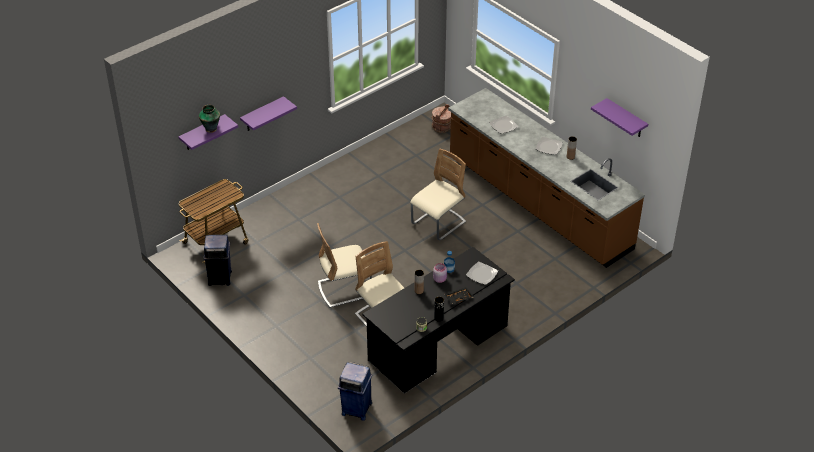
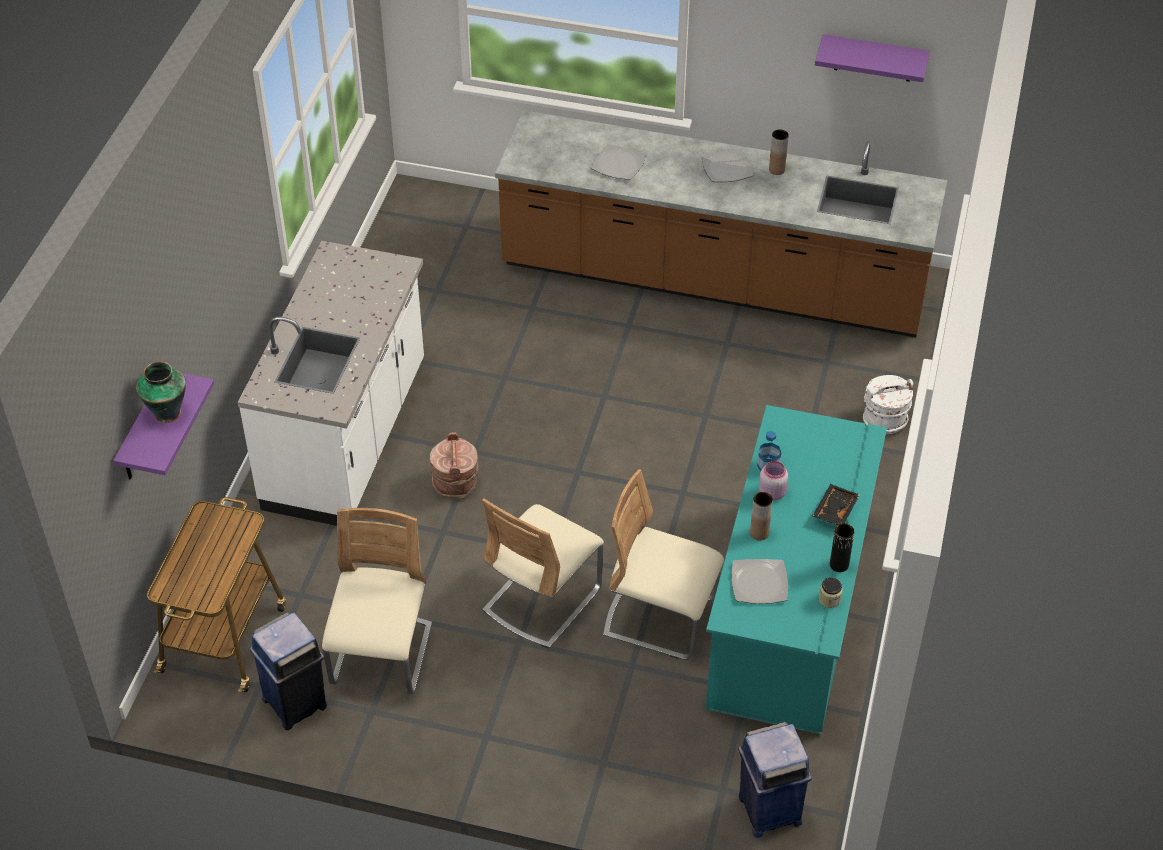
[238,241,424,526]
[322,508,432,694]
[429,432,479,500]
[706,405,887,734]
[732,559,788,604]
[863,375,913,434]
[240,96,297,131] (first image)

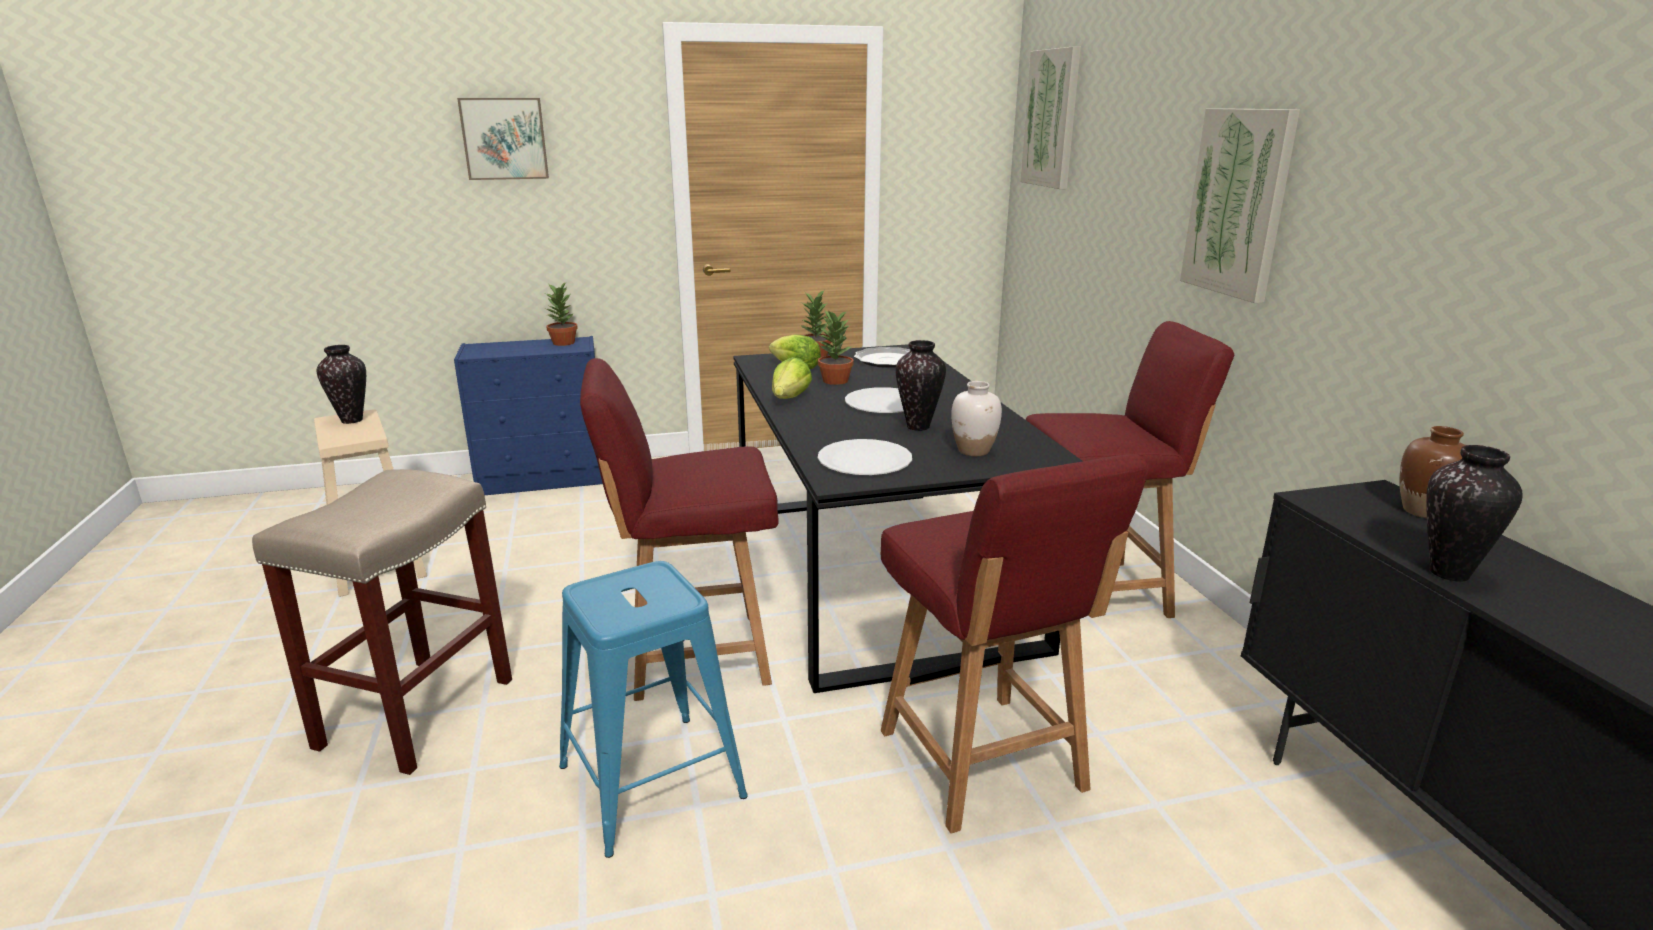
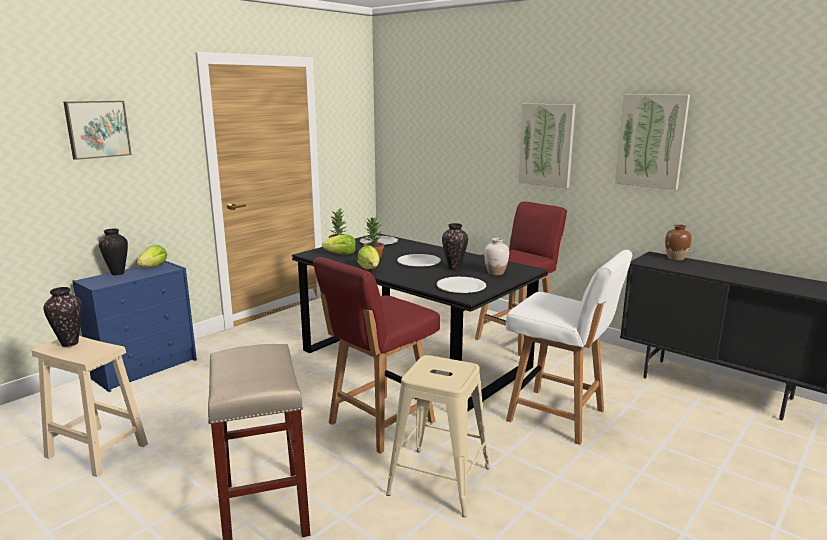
[99,229,128,275]
[137,245,167,267]
[386,355,490,517]
[506,250,632,445]
[615,94,690,190]

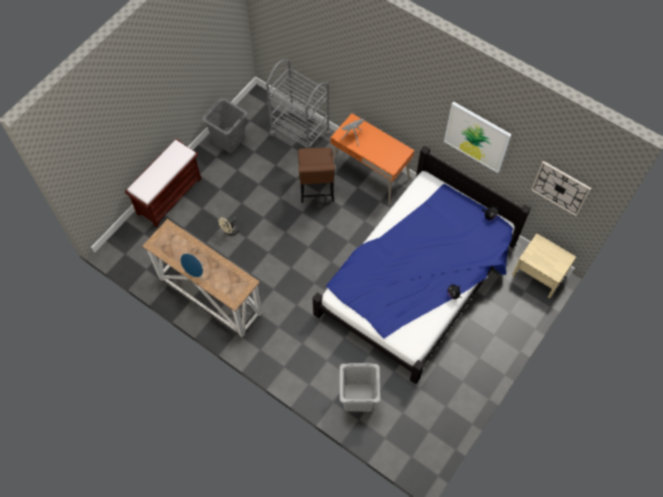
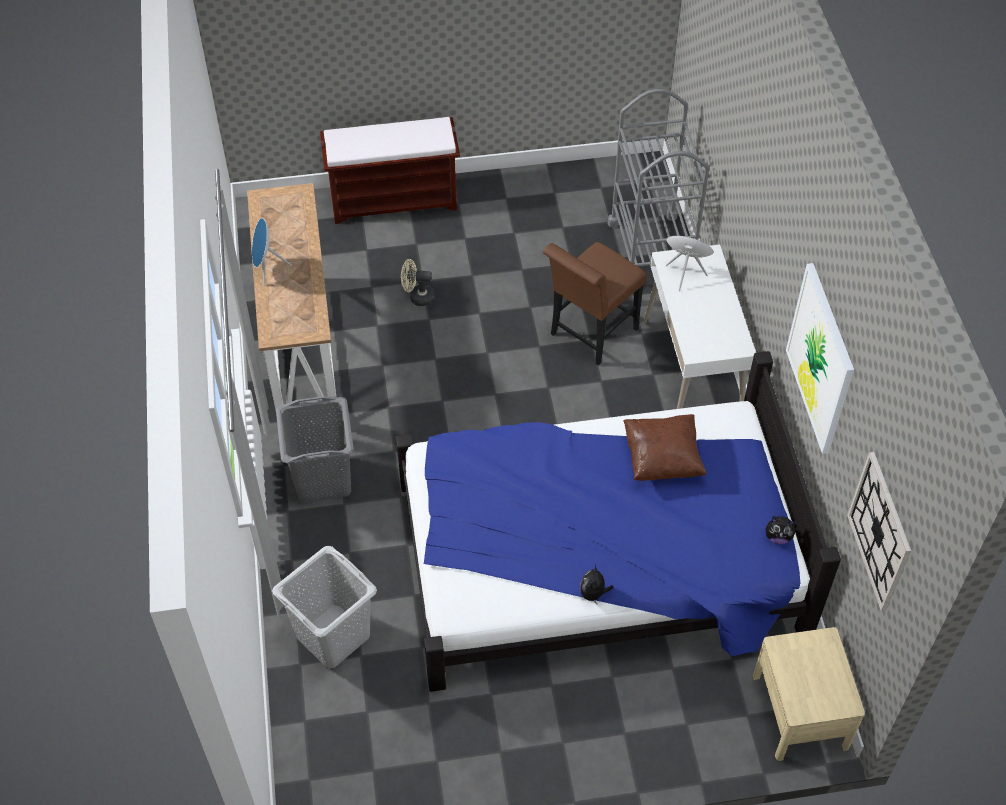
[276,396,354,503]
[623,414,706,481]
[643,244,756,409]

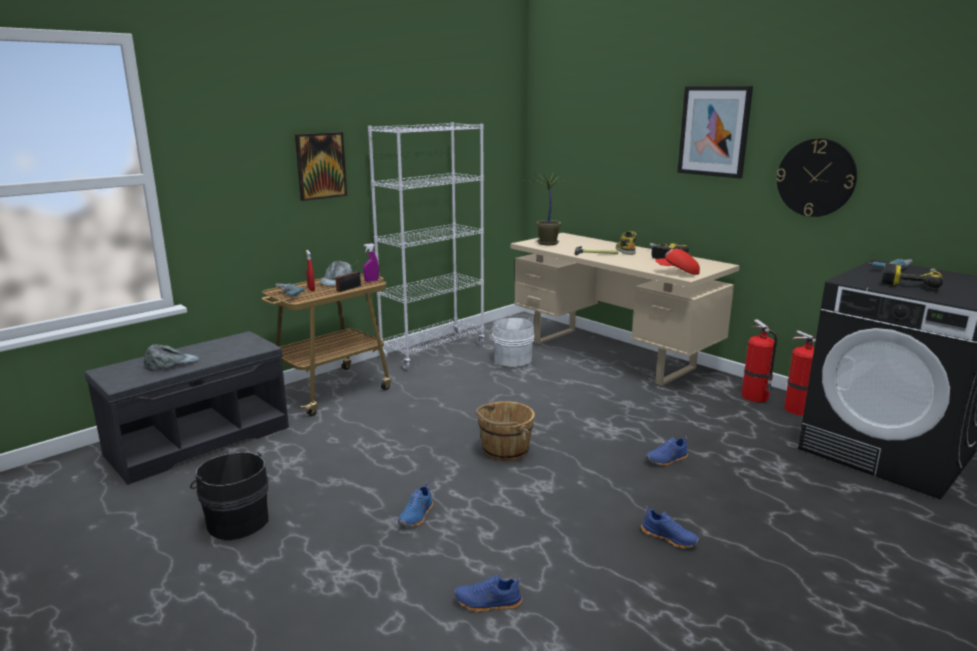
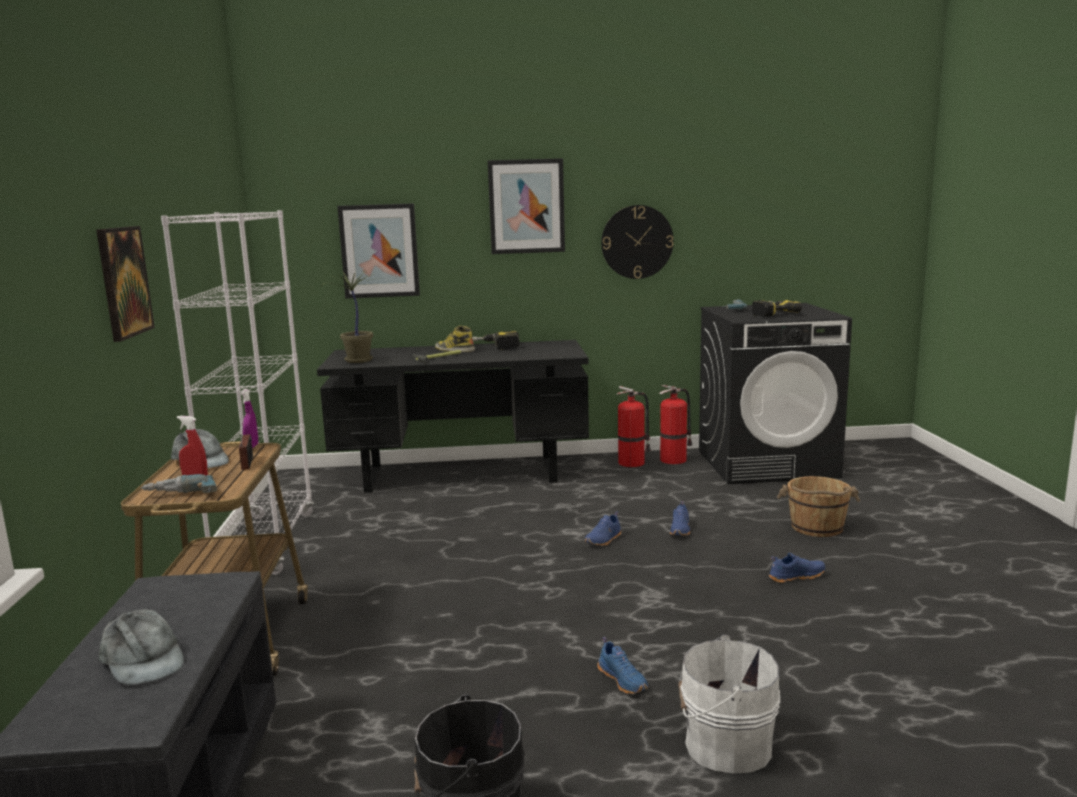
[99,609,184,685]
[317,340,589,493]
[337,203,420,298]
[585,511,621,546]
[678,635,780,774]
[777,476,860,537]
[655,249,700,275] (first image)

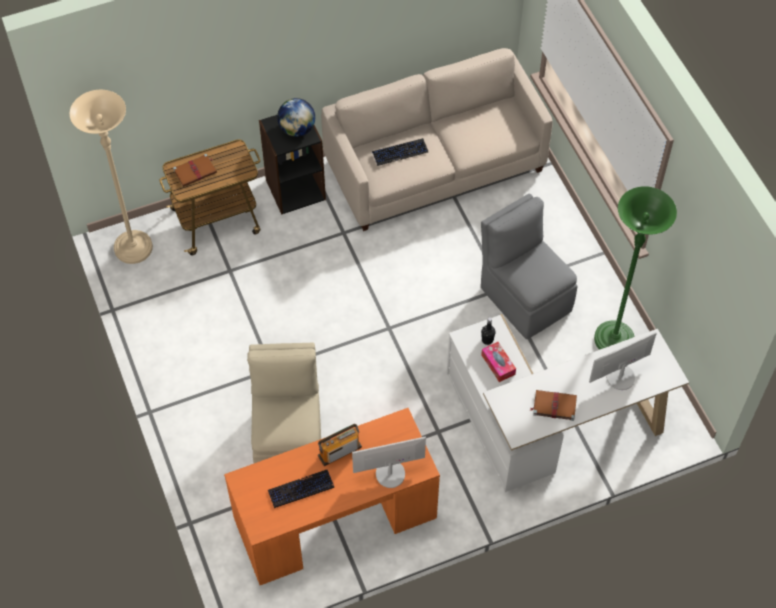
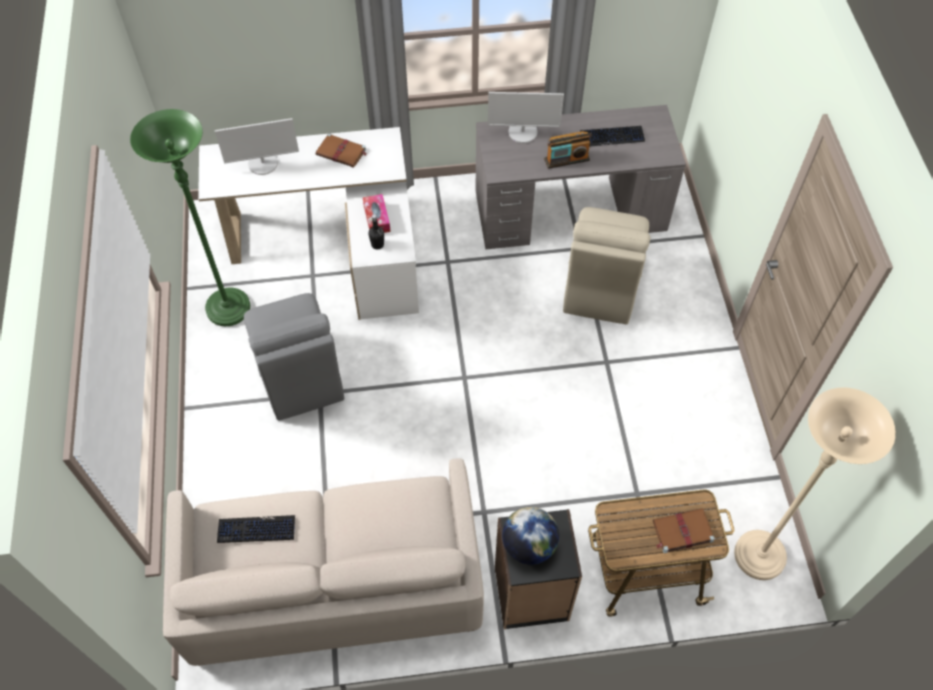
[217,515,295,543]
[475,105,686,249]

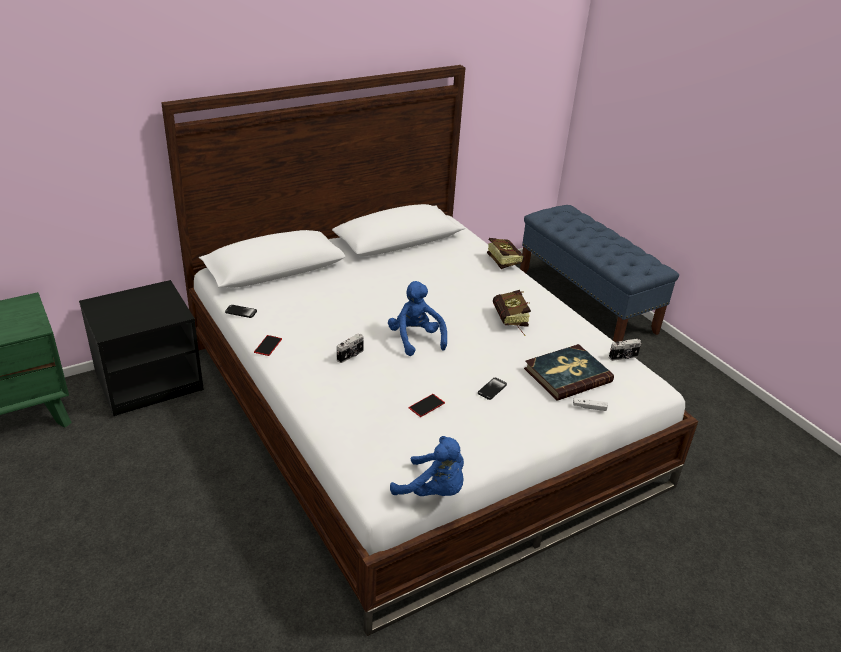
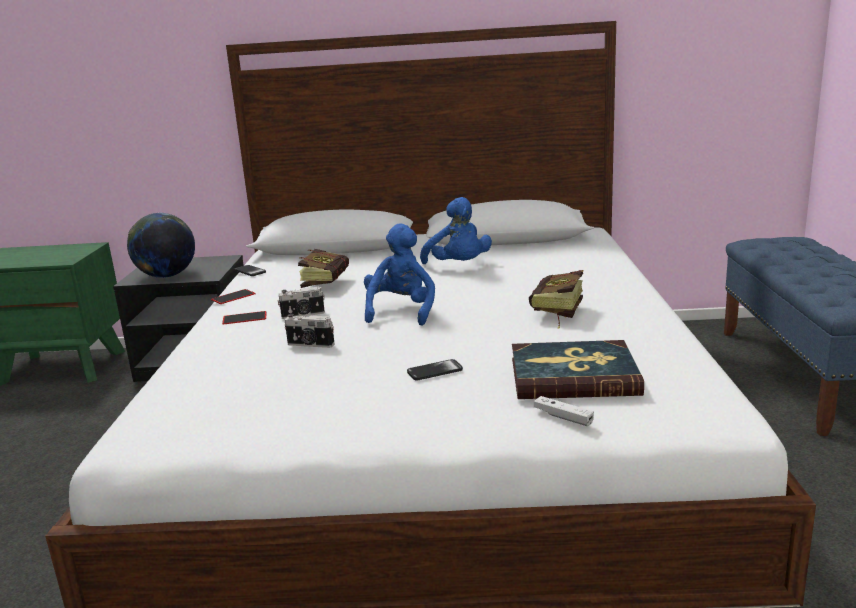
[127,212,195,278]
[222,311,266,325]
[285,314,335,348]
[298,249,349,288]
[420,197,492,264]

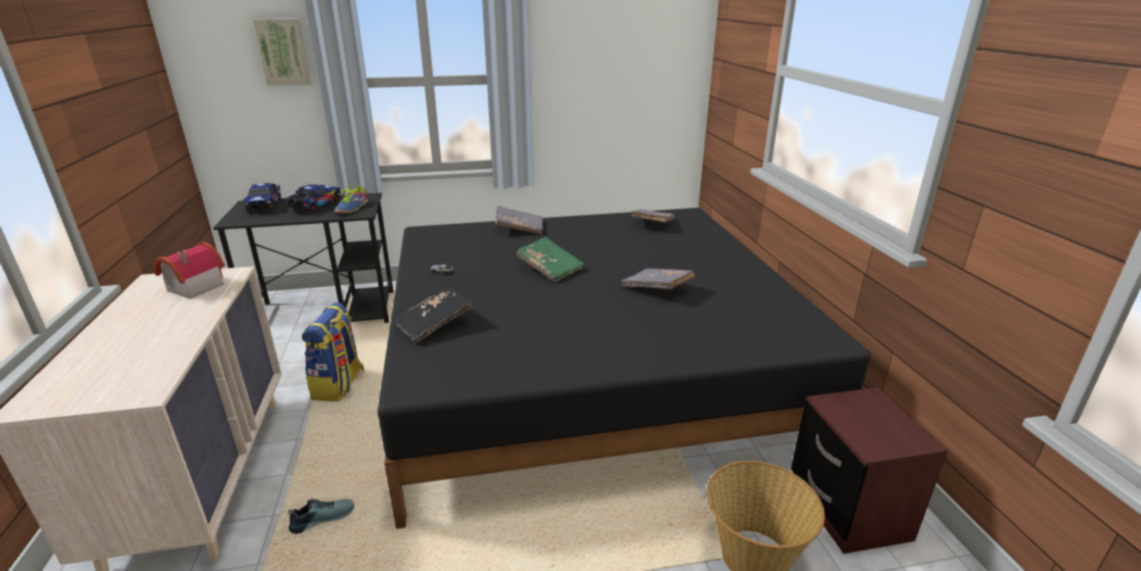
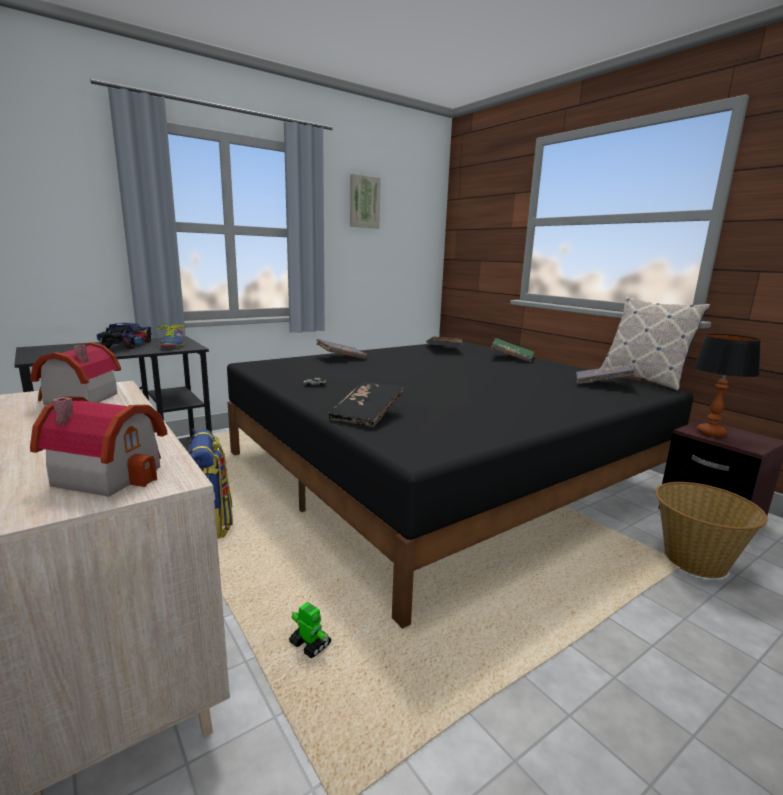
[30,397,168,497]
[289,602,331,659]
[350,174,381,228]
[491,338,534,362]
[576,364,635,384]
[601,297,710,391]
[694,334,761,437]
[243,183,281,213] (first image)

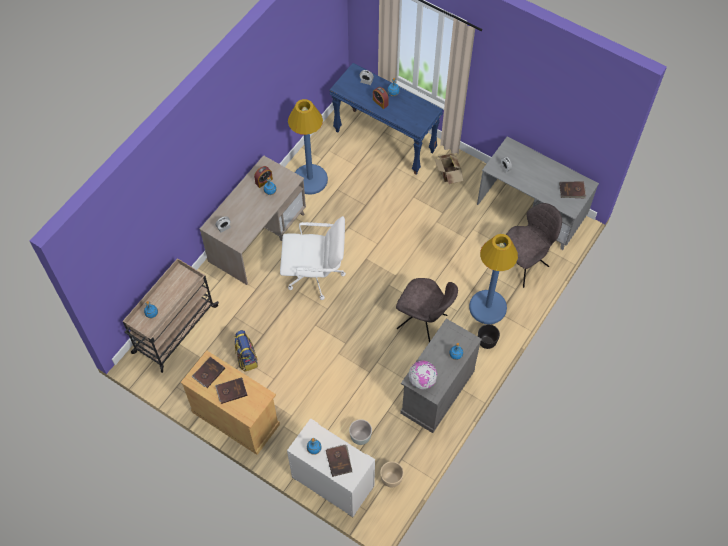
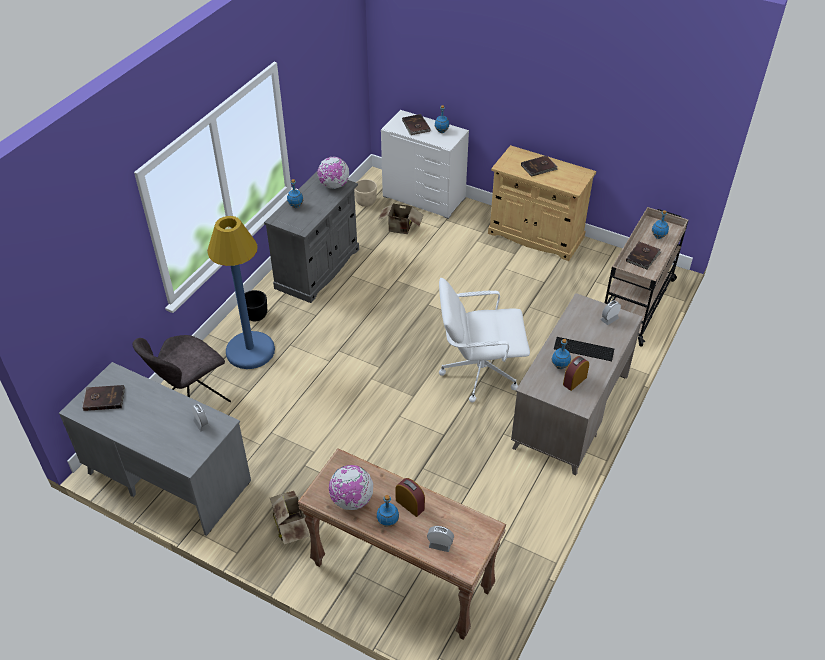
[298,448,506,640]
[329,465,373,510]
[378,203,423,234]
[554,337,614,361]
[626,241,661,270]
[235,330,258,371] (first image)
[288,99,328,195] (first image)
[396,278,458,342] (first image)

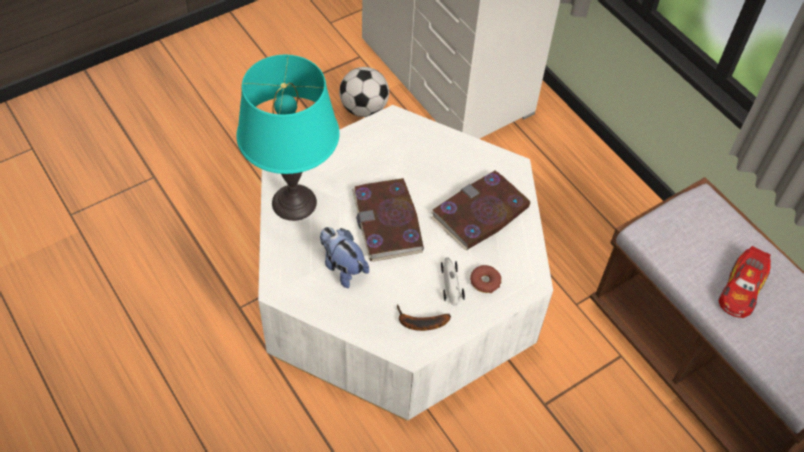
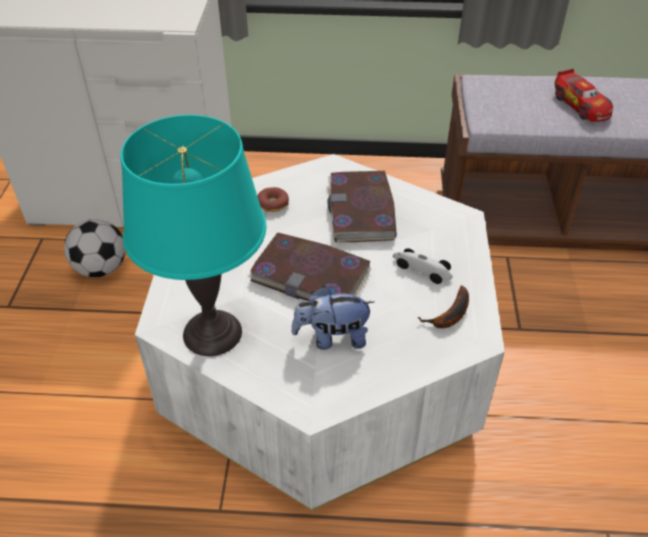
[257,187,289,212]

